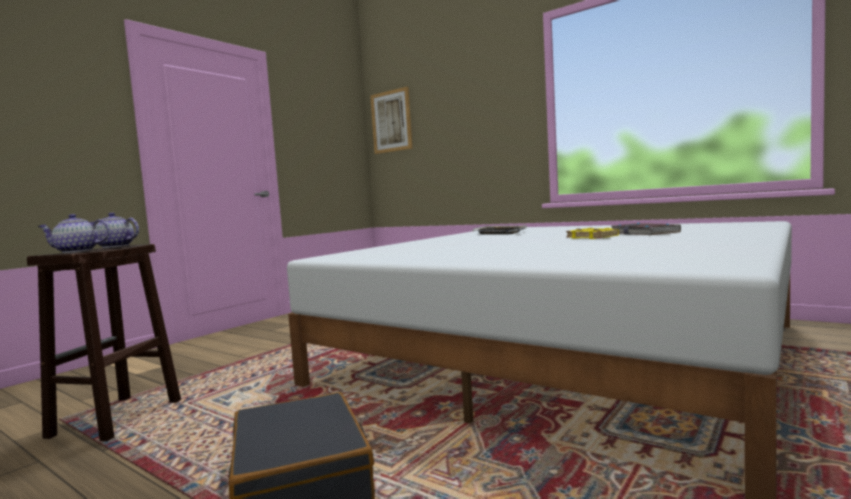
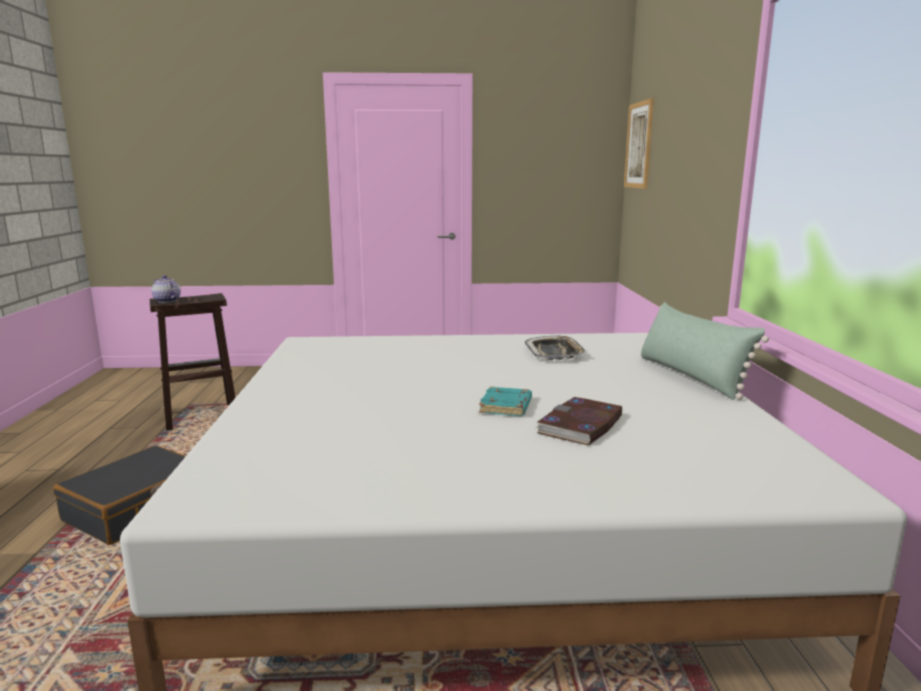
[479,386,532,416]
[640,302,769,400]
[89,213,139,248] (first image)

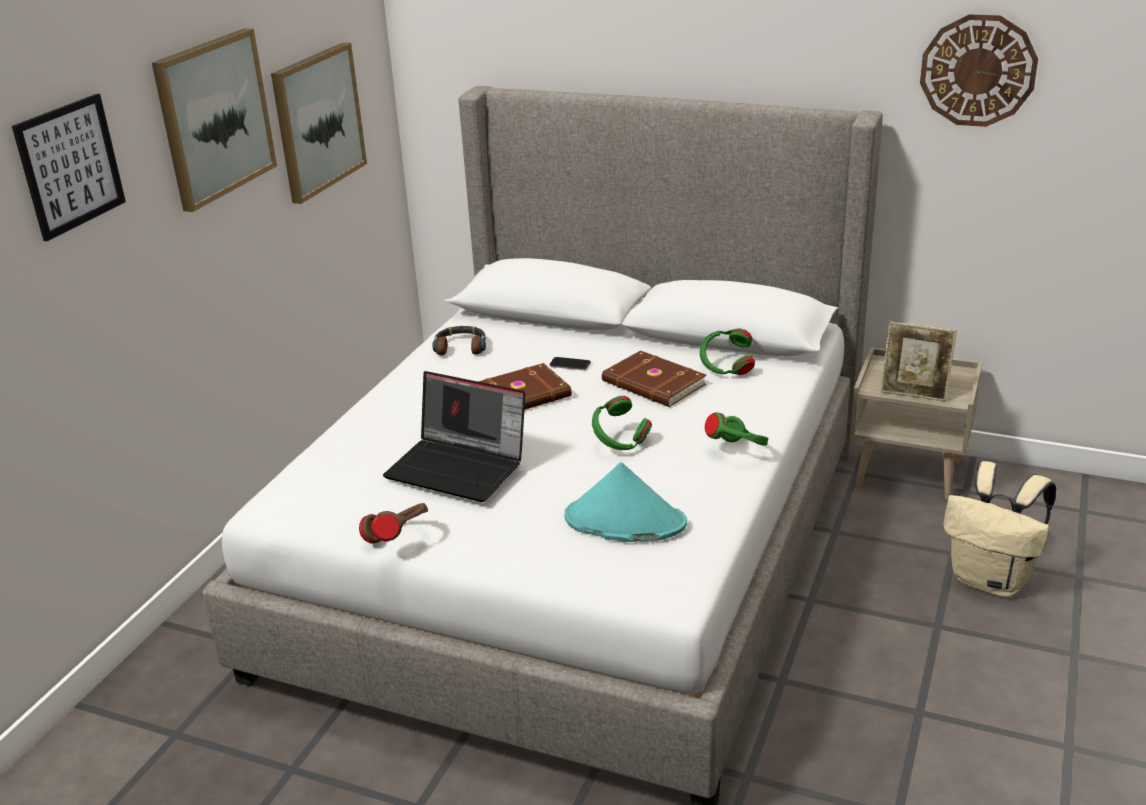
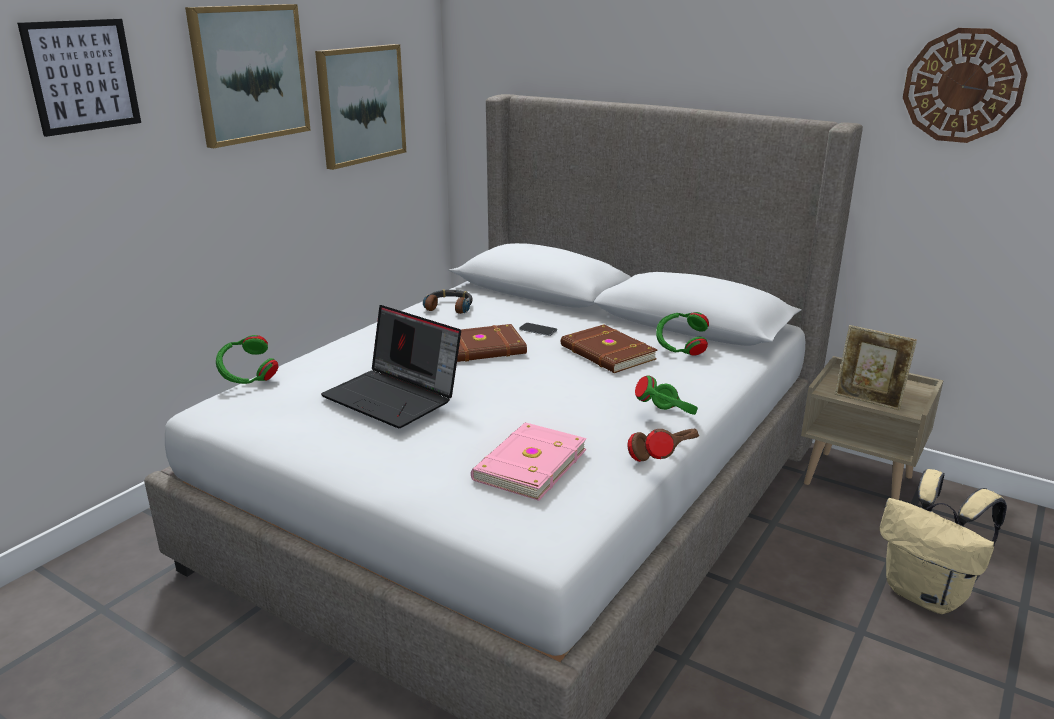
[216,335,279,384]
[471,422,587,501]
[627,428,699,462]

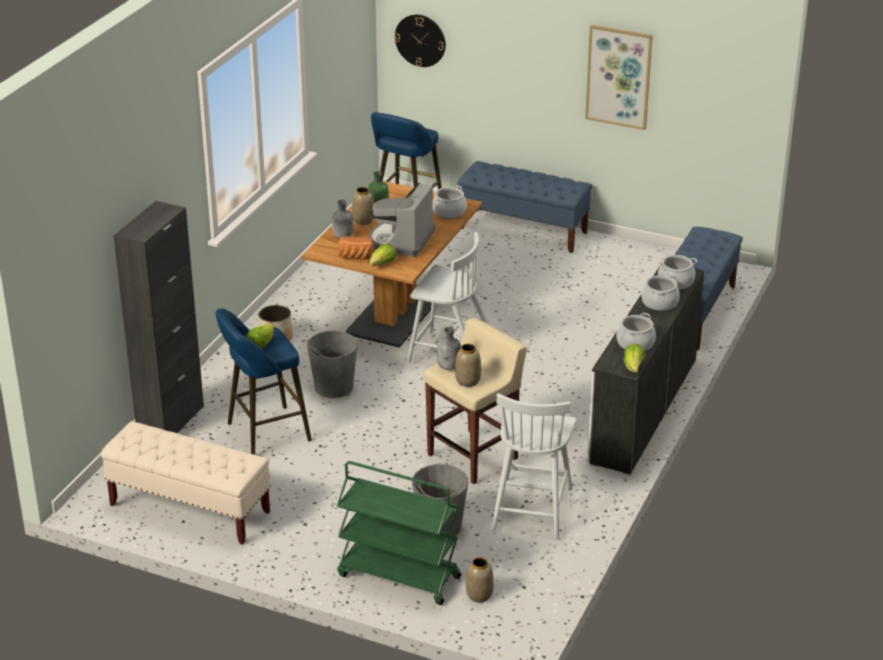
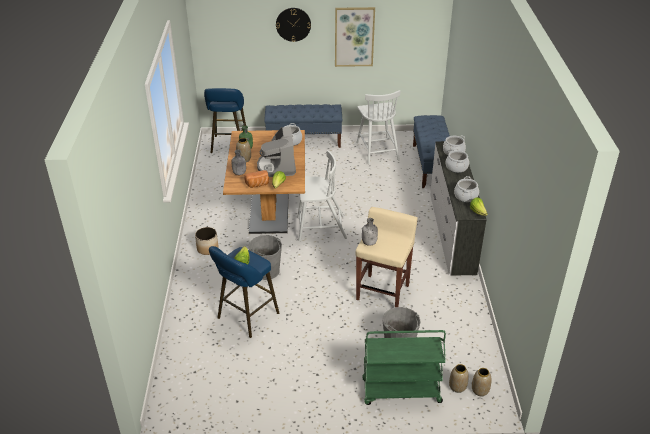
[276,8,311,42]
[356,90,401,164]
[472,368,492,396]
[101,421,271,545] (first image)
[114,201,204,433] (first image)

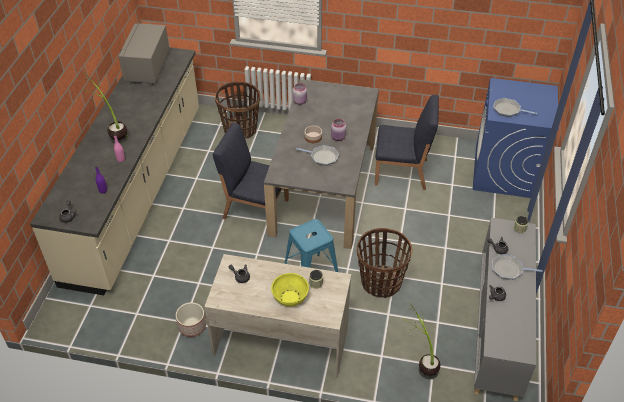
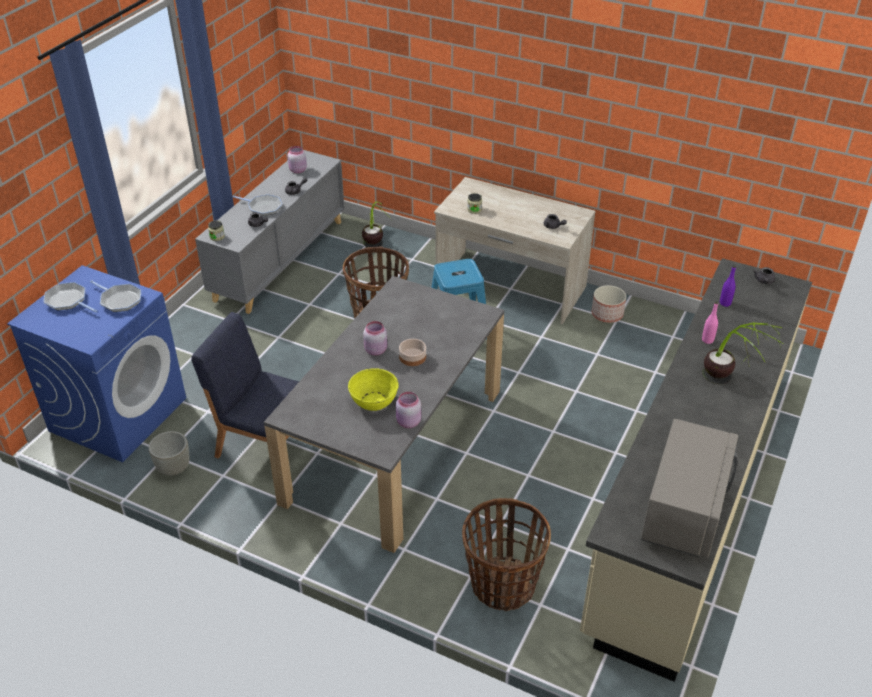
[44,282,97,312]
[149,431,189,476]
[288,146,307,173]
[348,368,399,411]
[213,123,289,219] (first image)

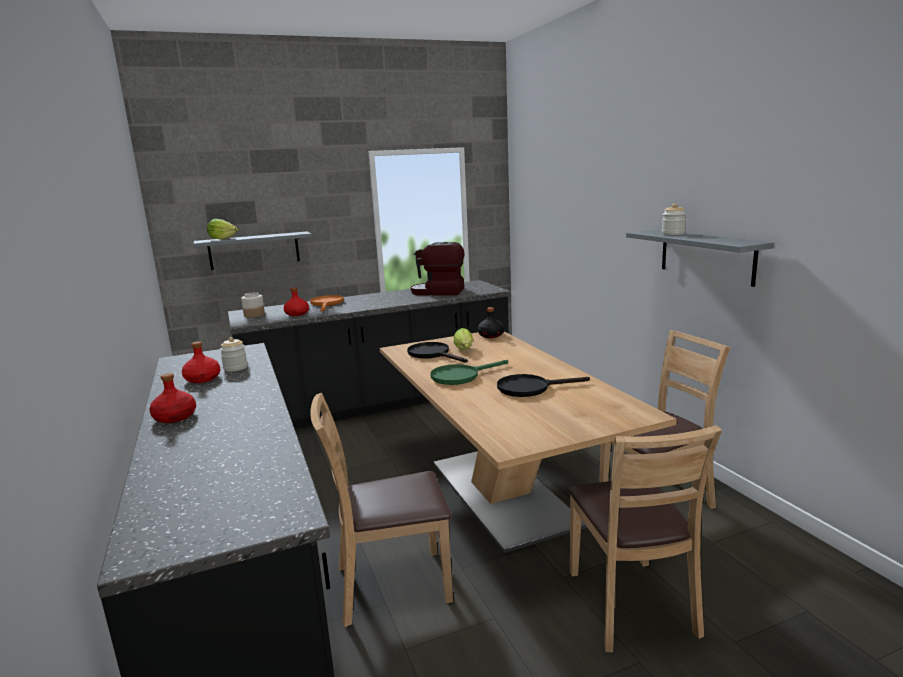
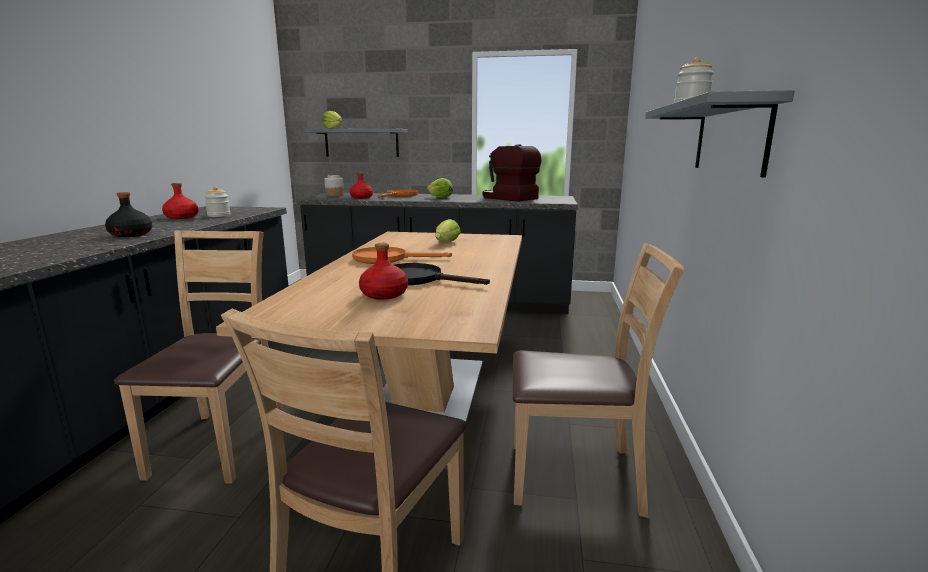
[105,192,152,237]
[114,230,284,484]
[352,247,452,264]
[359,243,408,300]
[427,178,453,198]
[407,342,468,363] (first image)

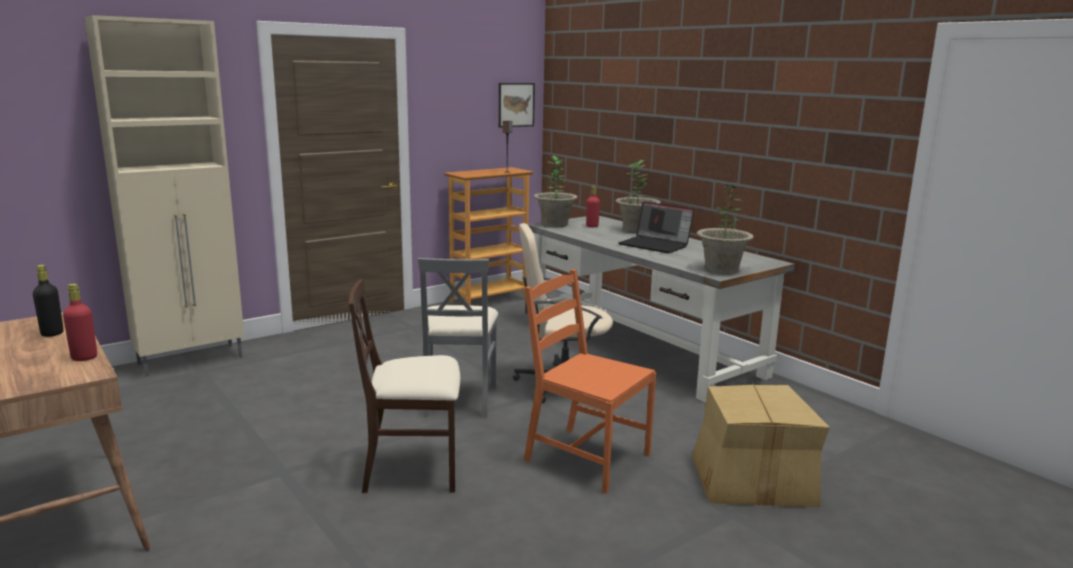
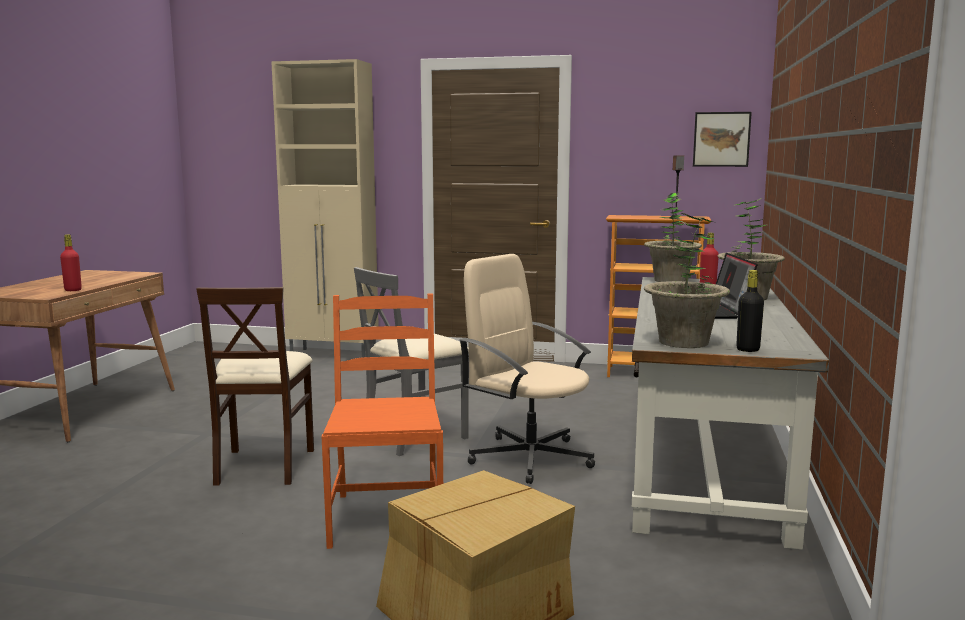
[196,287,314,486]
[736,270,764,352]

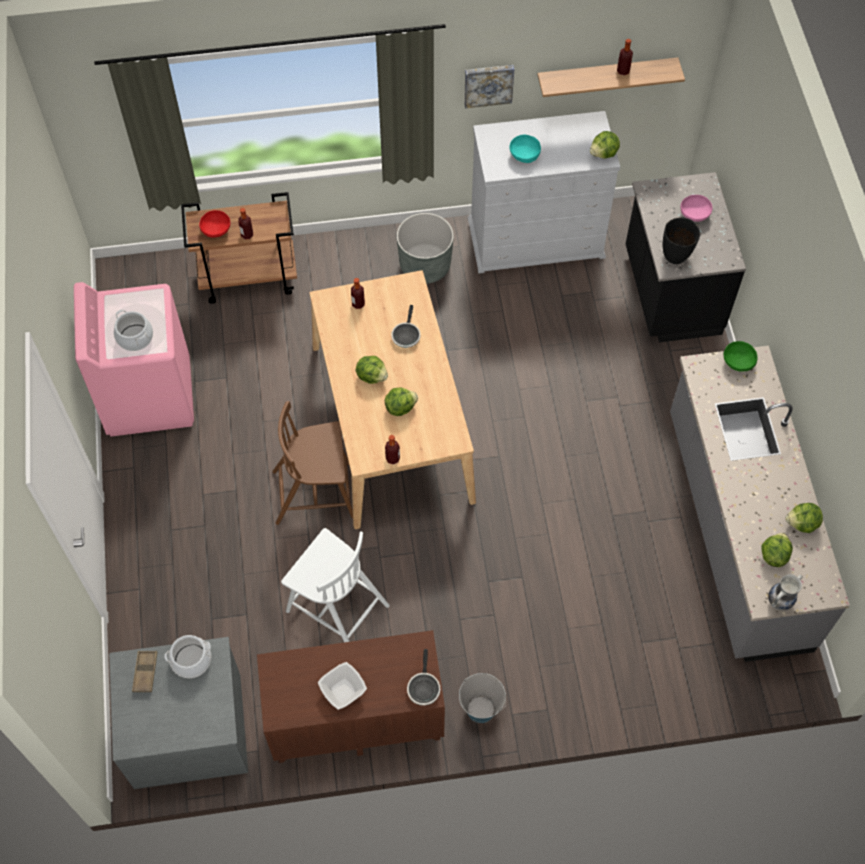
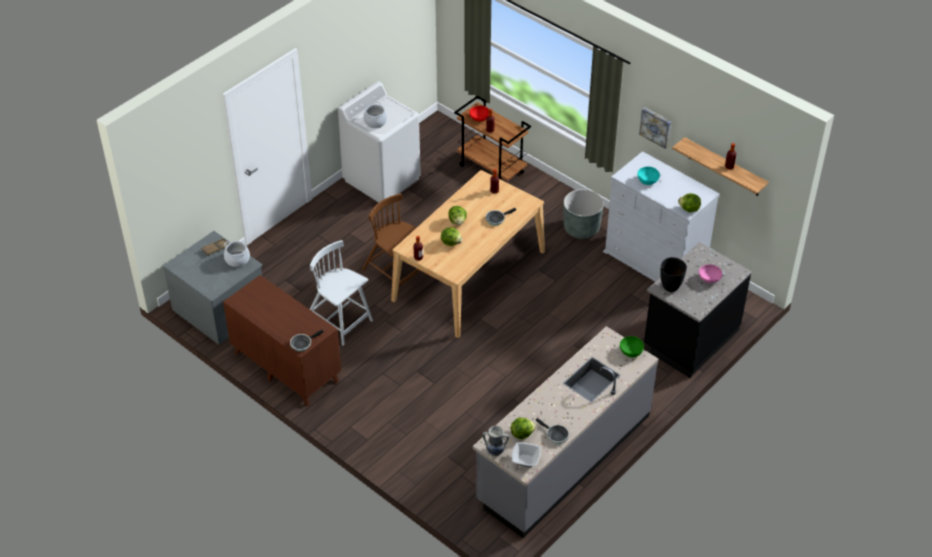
[310,240,373,345]
[338,81,421,202]
[512,442,541,467]
[536,418,569,444]
[459,673,506,723] (first image)

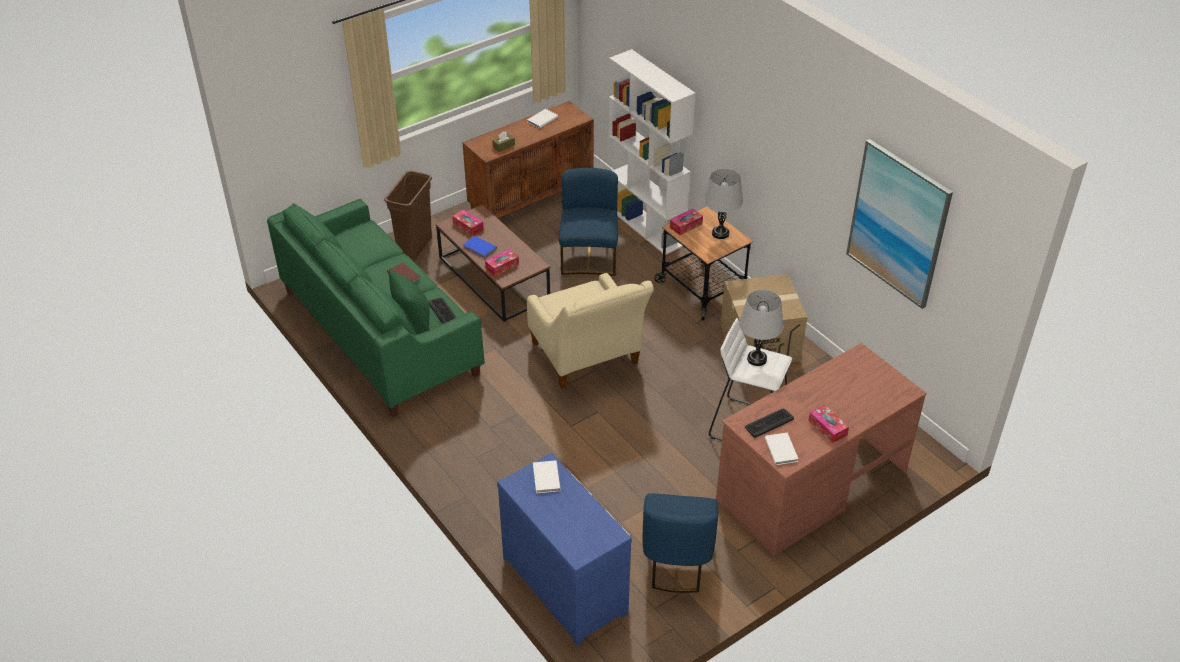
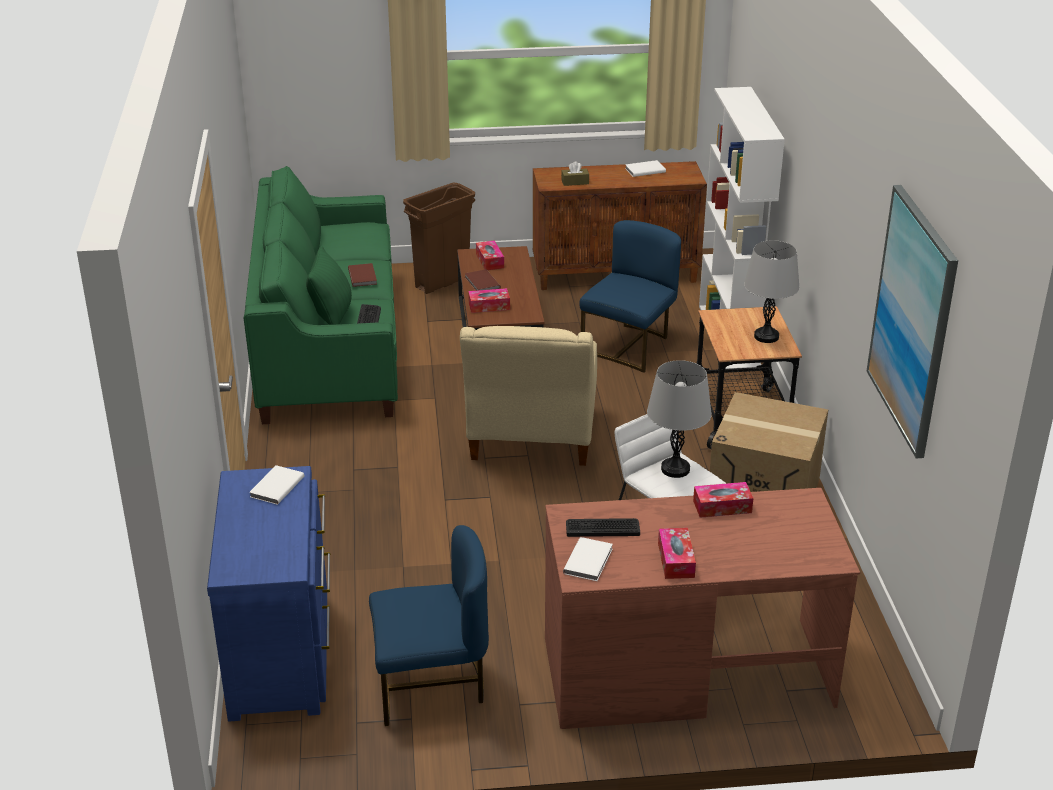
[369,525,489,726]
[465,269,501,291]
[693,482,753,518]

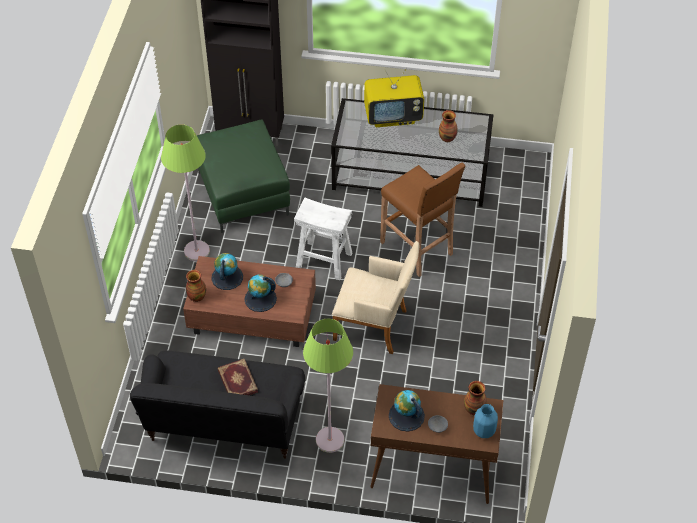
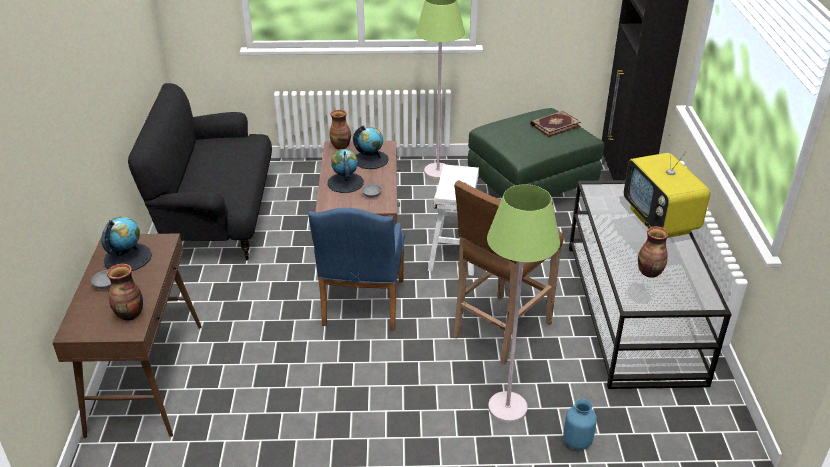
[308,208,406,331]
[487,184,560,423]
[530,111,581,137]
[563,399,597,450]

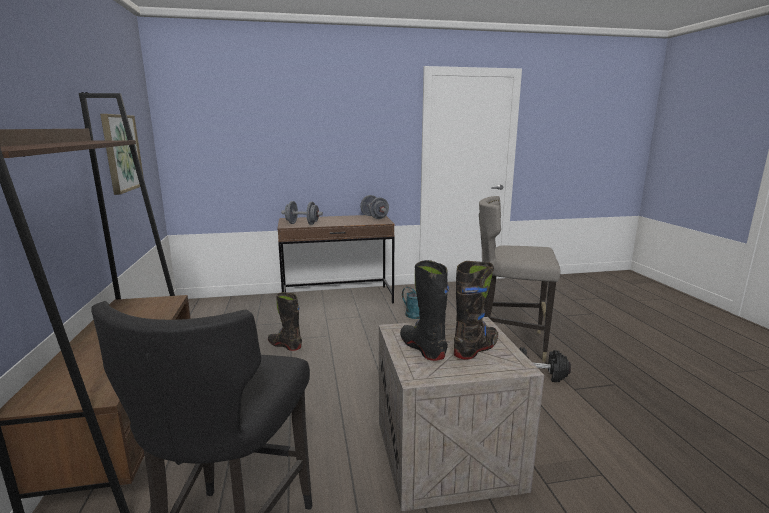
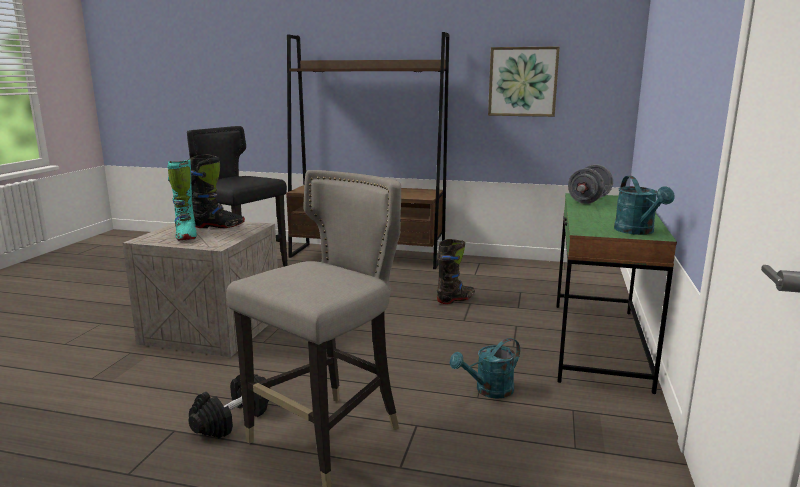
[167,159,197,240]
[556,193,677,394]
[614,176,675,235]

